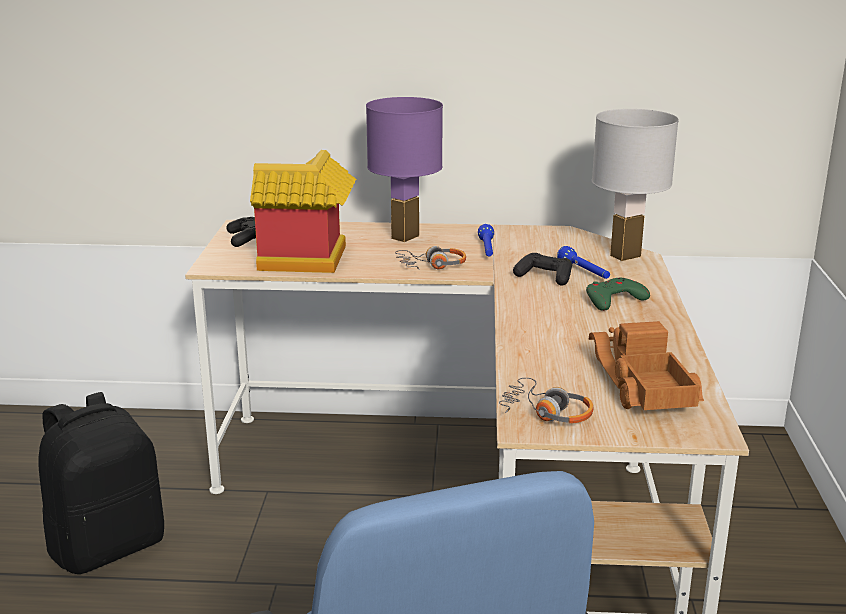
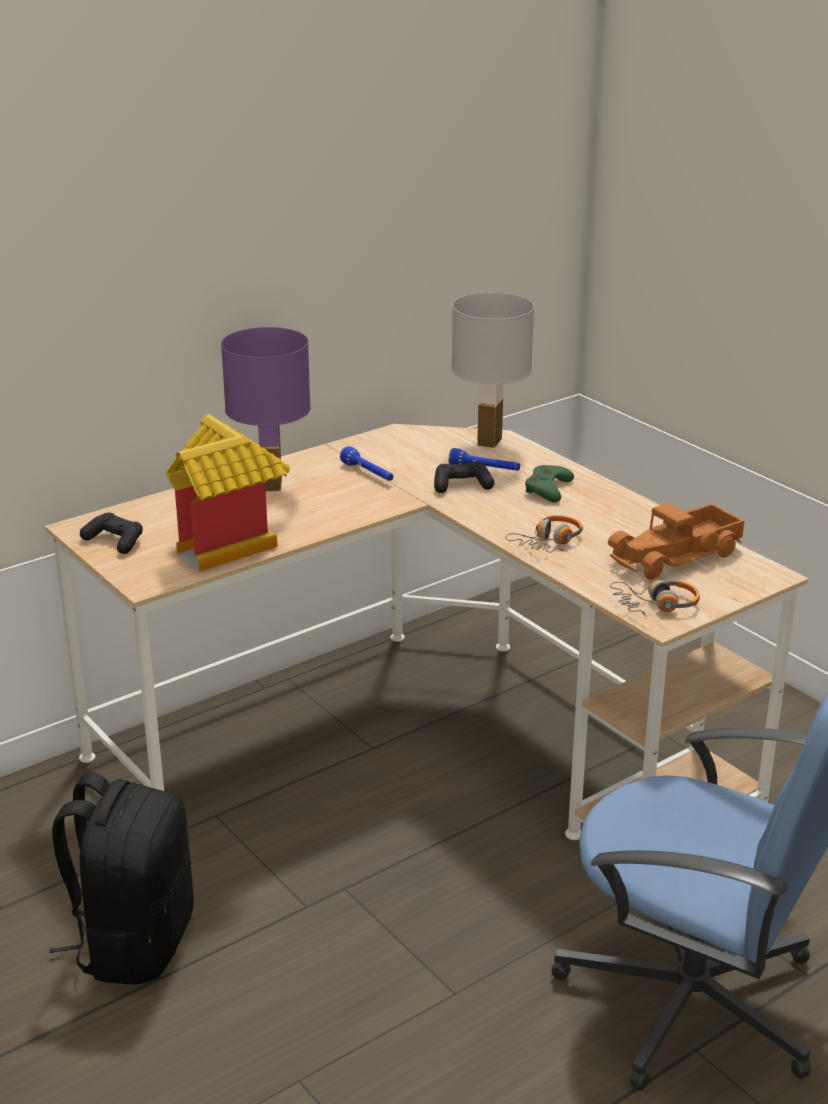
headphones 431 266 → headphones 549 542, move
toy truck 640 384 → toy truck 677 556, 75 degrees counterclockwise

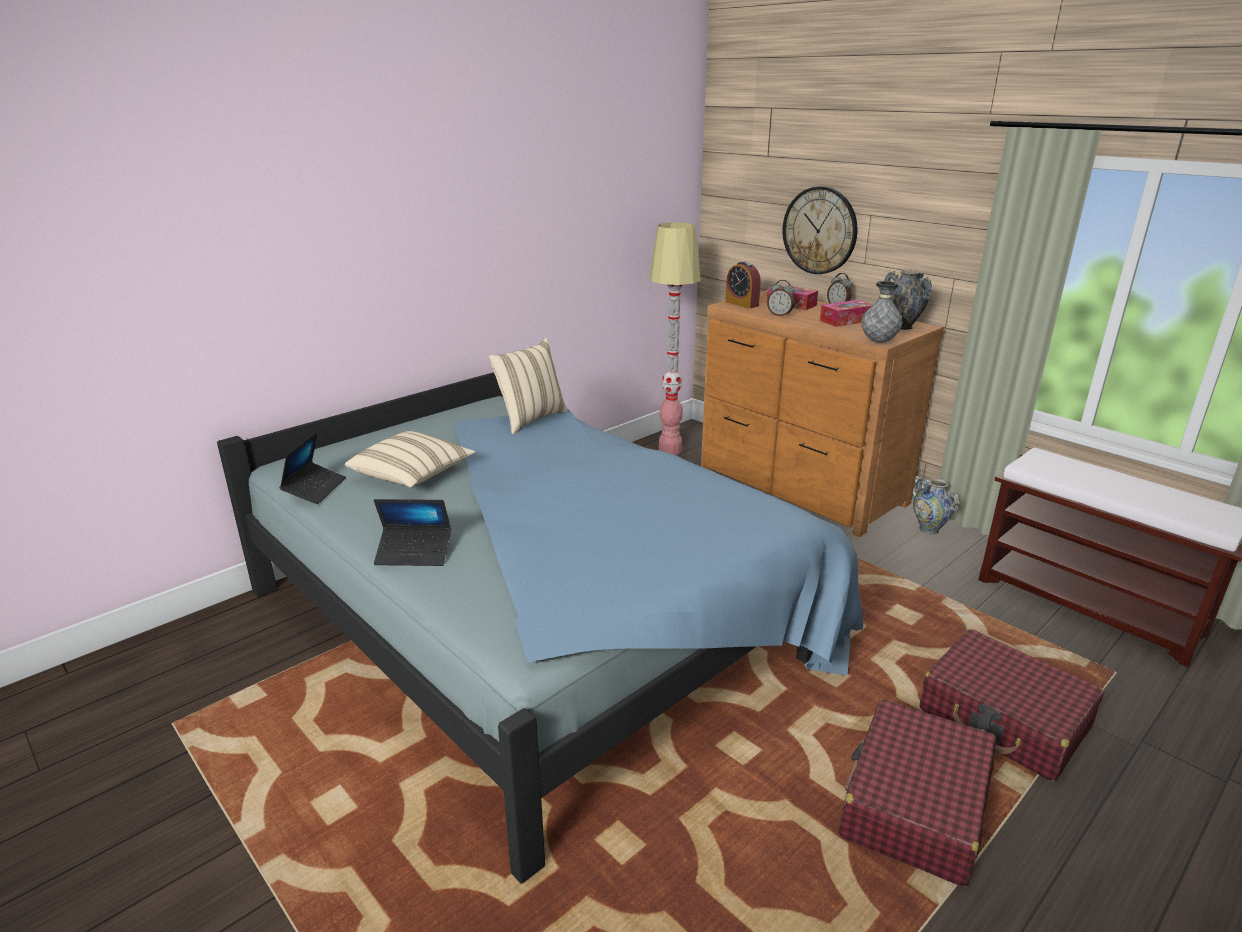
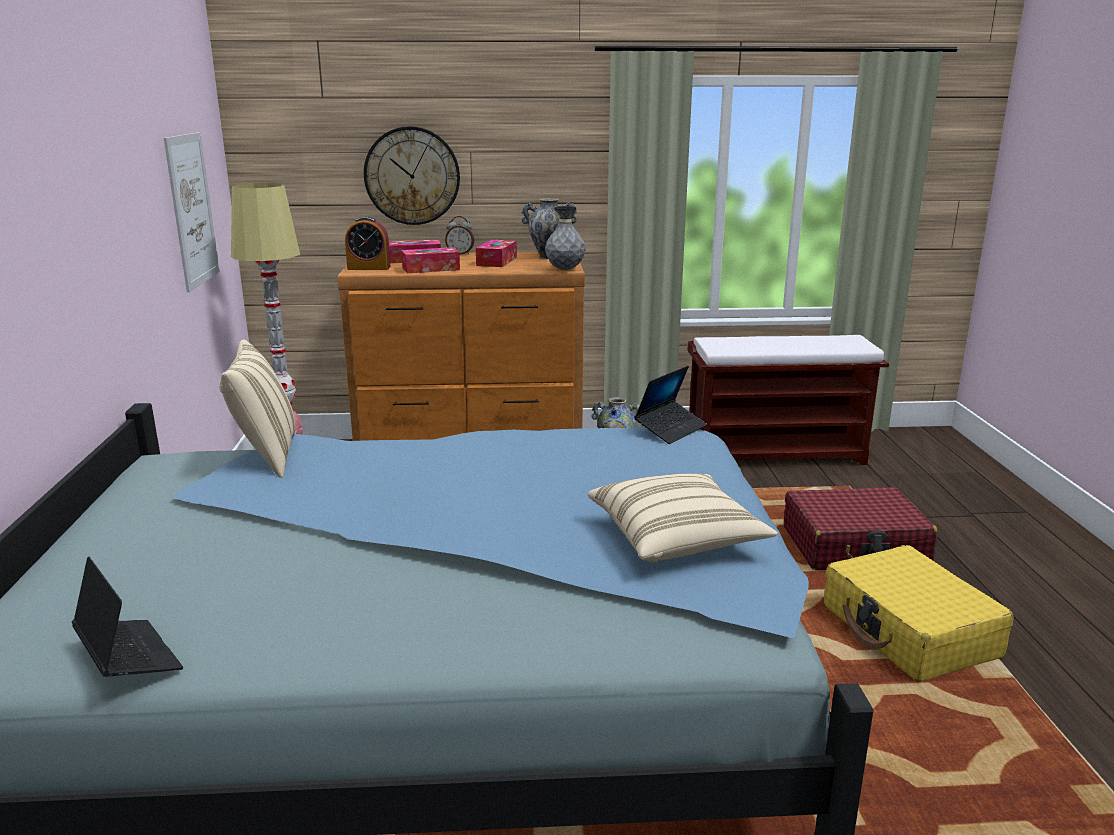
alarm clock 780 315 → tissue box 431 269
beige pillow 413 475 → beige pillow 677 539, move
laptop 414 553 → laptop 670 429, move
red suitcase 914 805 → yellow suitcase 909 631
- → picture 192 210

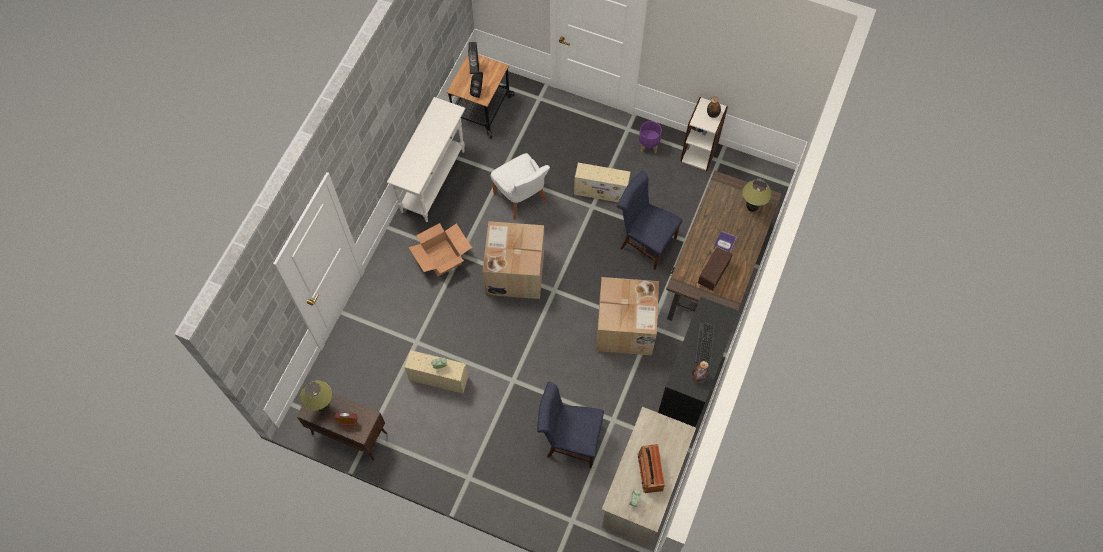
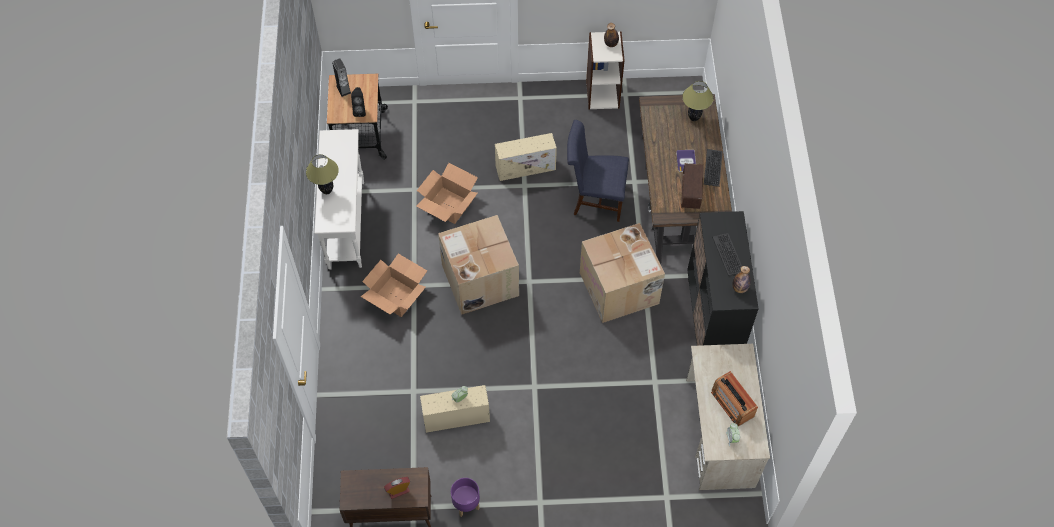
purple planter 648 145 → purple planter 466 504, move
white chair 521 198 → cardboard box 448 205
table lamp 323 406 → table lamp 327 190, move
blue chair 569 440 → -
- → keyboard 713 168

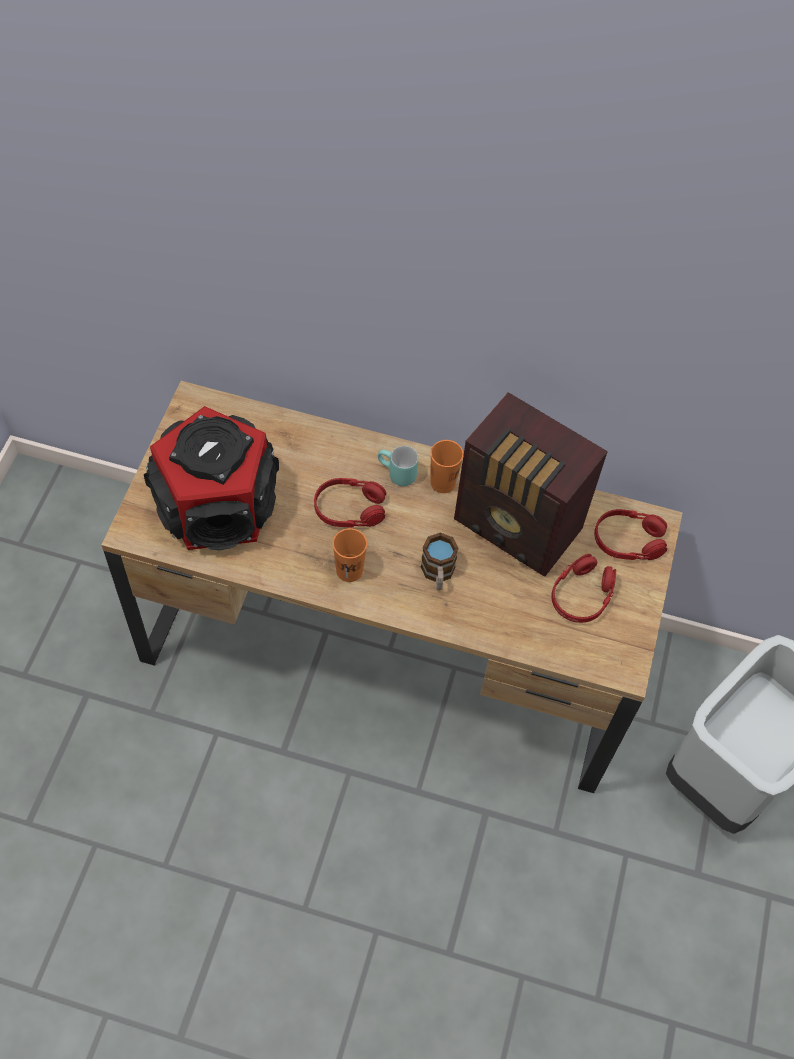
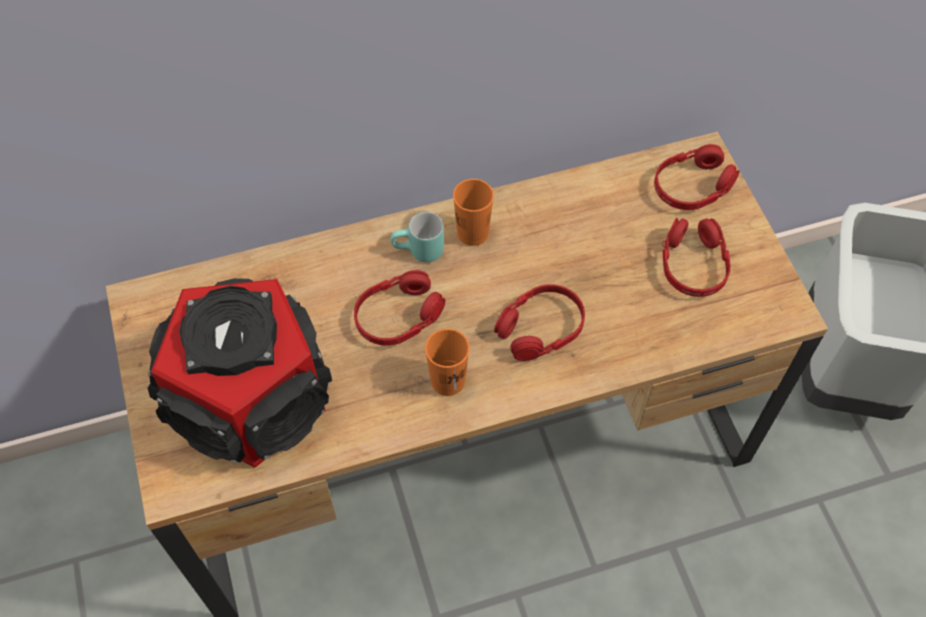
radio 518 528 → -
mug 438 574 → red headphones 540 329

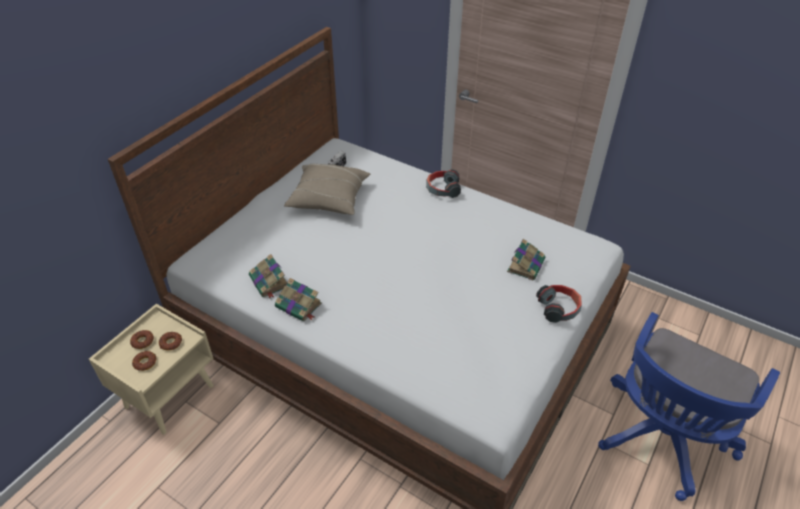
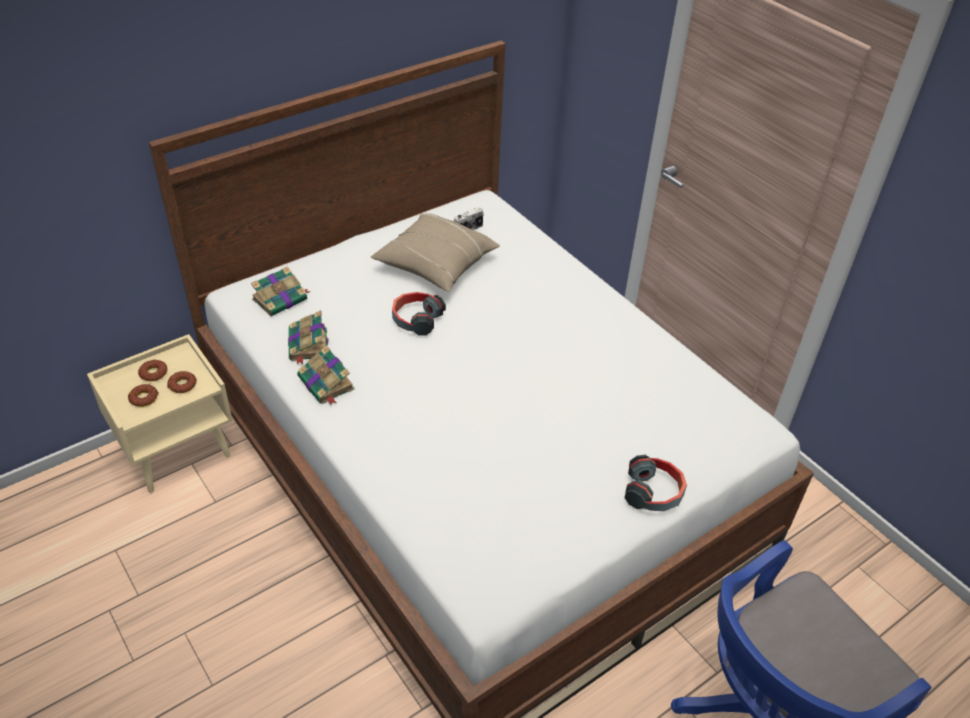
headphones 442 189 → headphones 416 320, move
book 526 265 → book 281 299, move

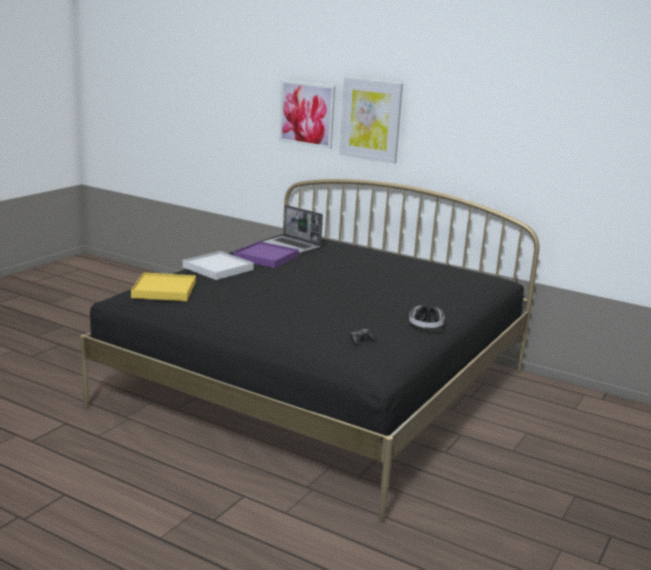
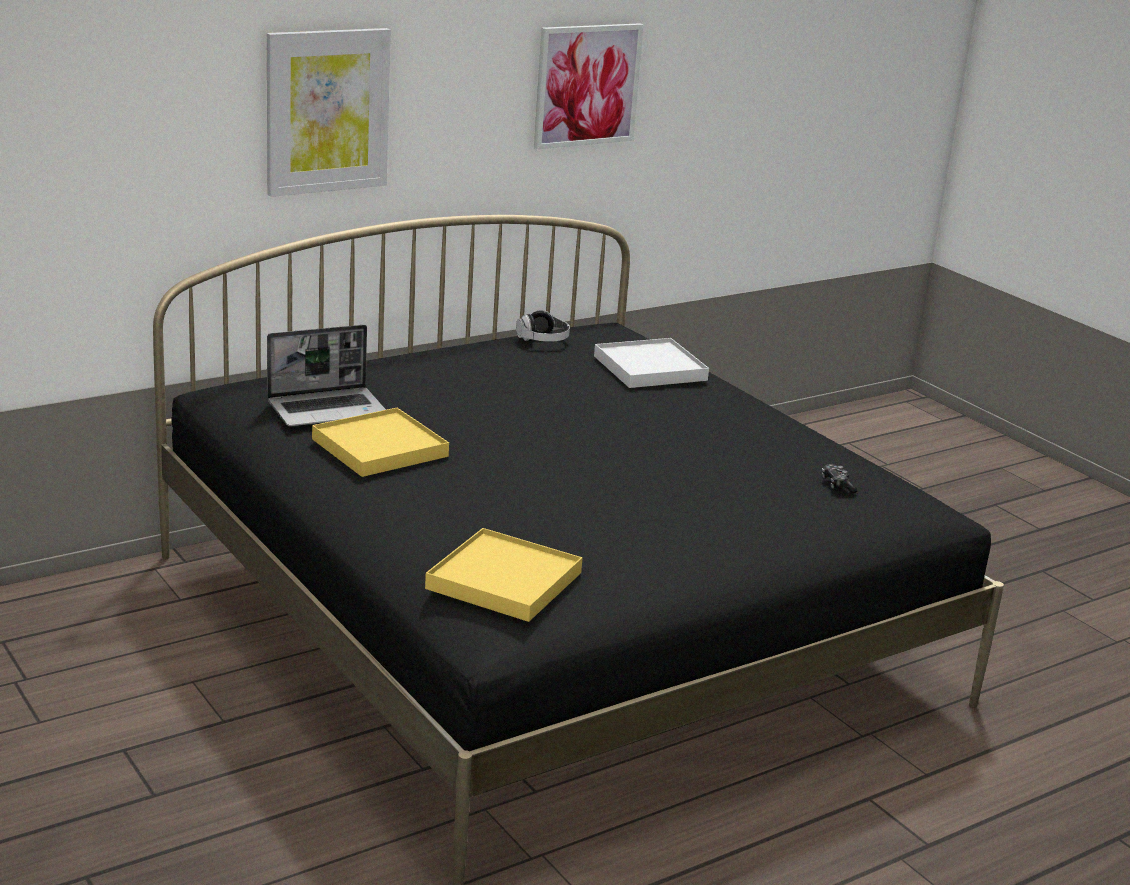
picture 307 114 → picture 587 85, move
purple tray 266 257 → yellow tray 380 447
white tray 218 268 → white tray 650 368, move
headphones 425 327 → headphones 543 341, move

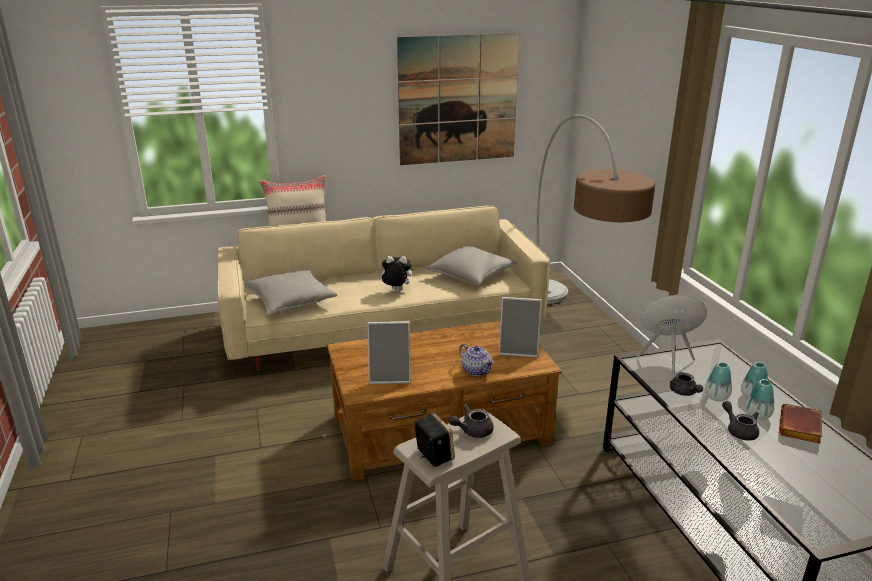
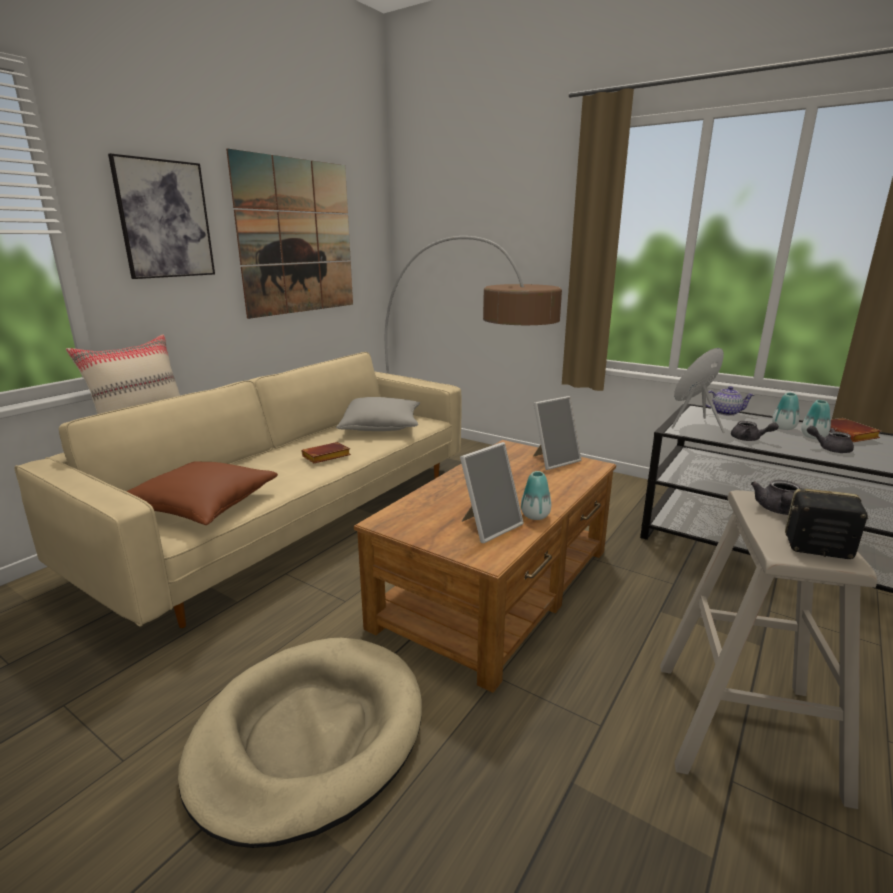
plush toy 396 290 → brown book 325 457
grey pillow 290 302 → brown pillow 202 506
teapot 476 370 → teapot 725 413, move
vase 716 397 → vase 535 516, move
- → picture 165 219
- → beige dog bed 308 737

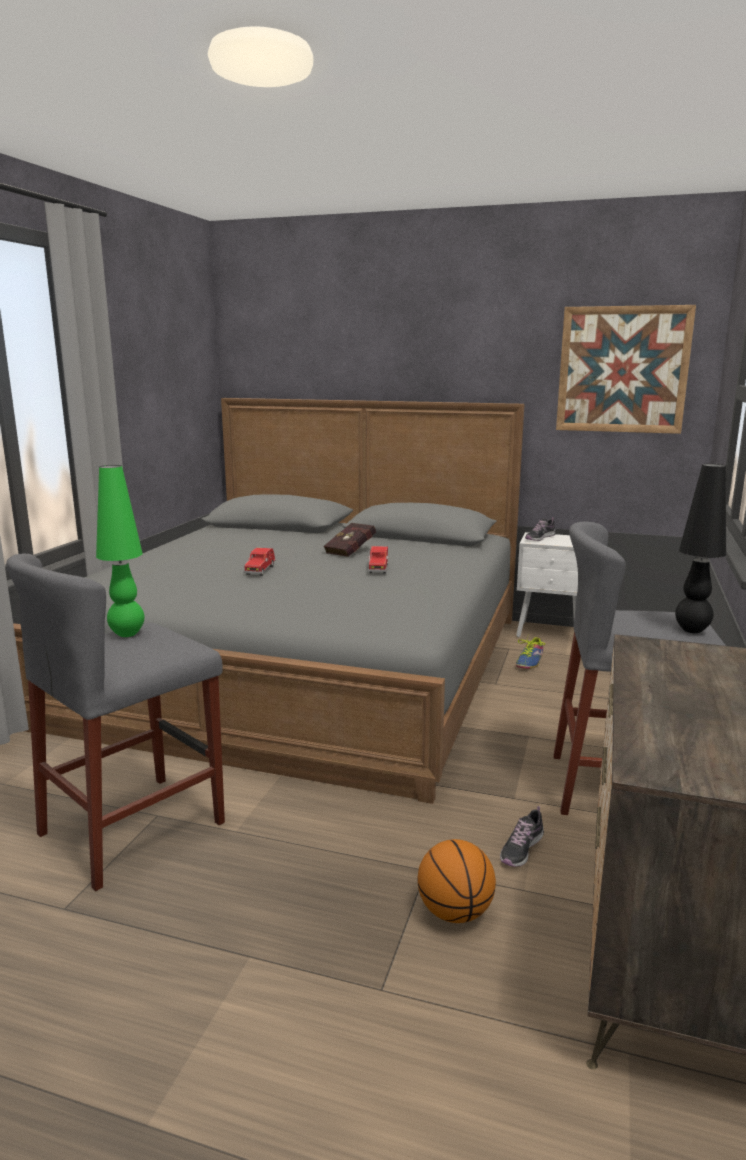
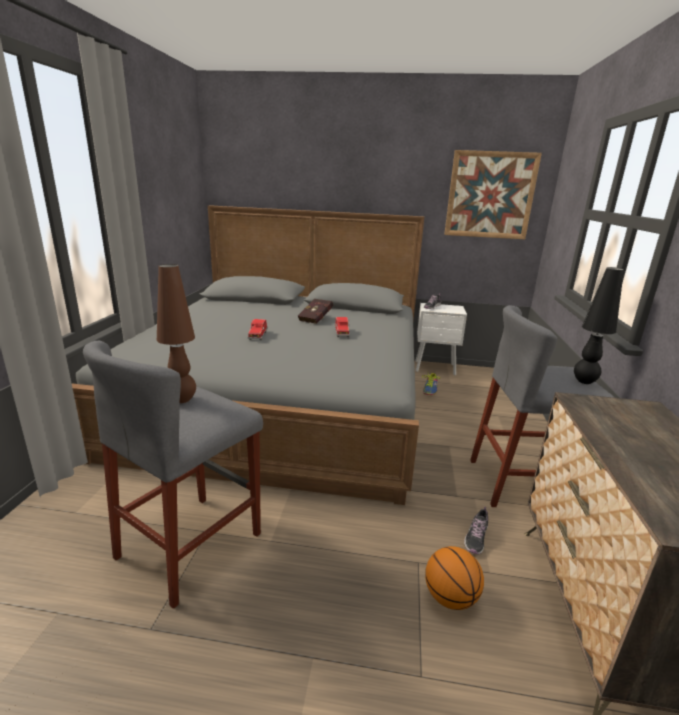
green table lamp 127 634 → brown table lamp 182 400

